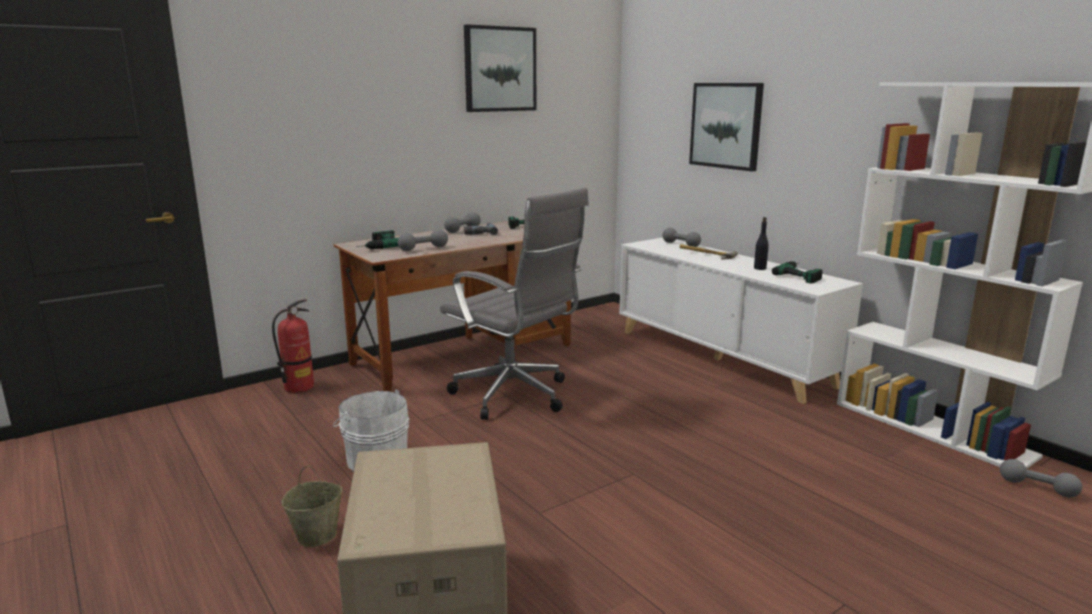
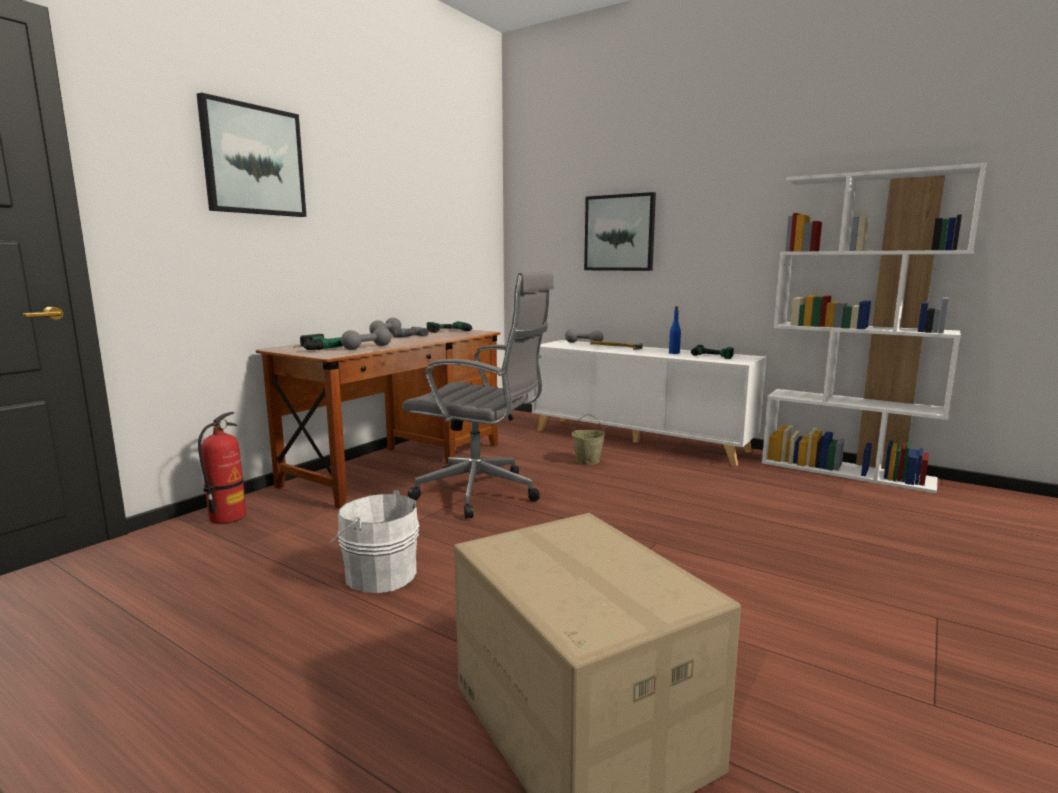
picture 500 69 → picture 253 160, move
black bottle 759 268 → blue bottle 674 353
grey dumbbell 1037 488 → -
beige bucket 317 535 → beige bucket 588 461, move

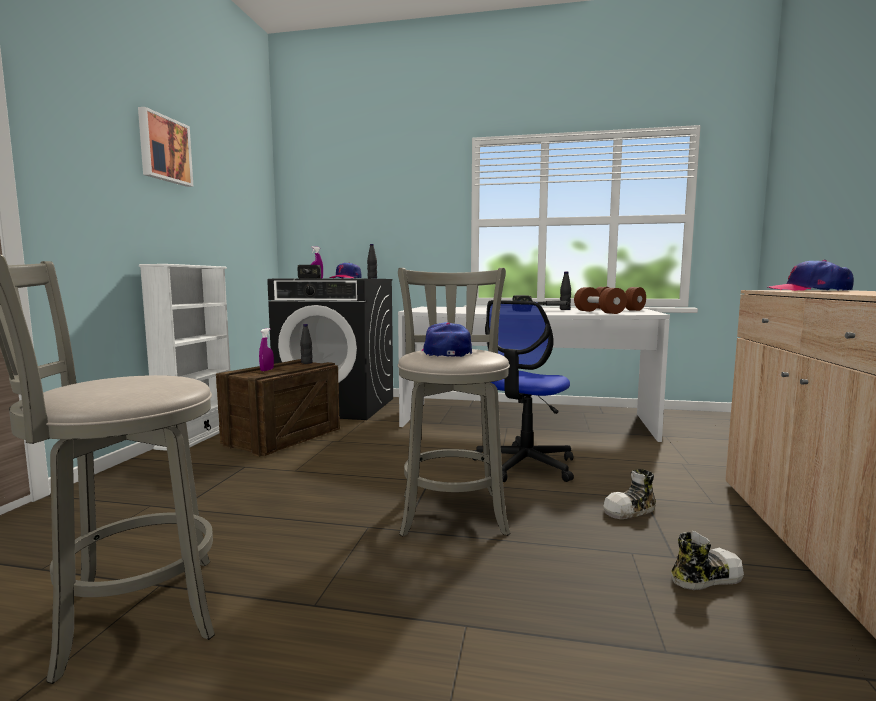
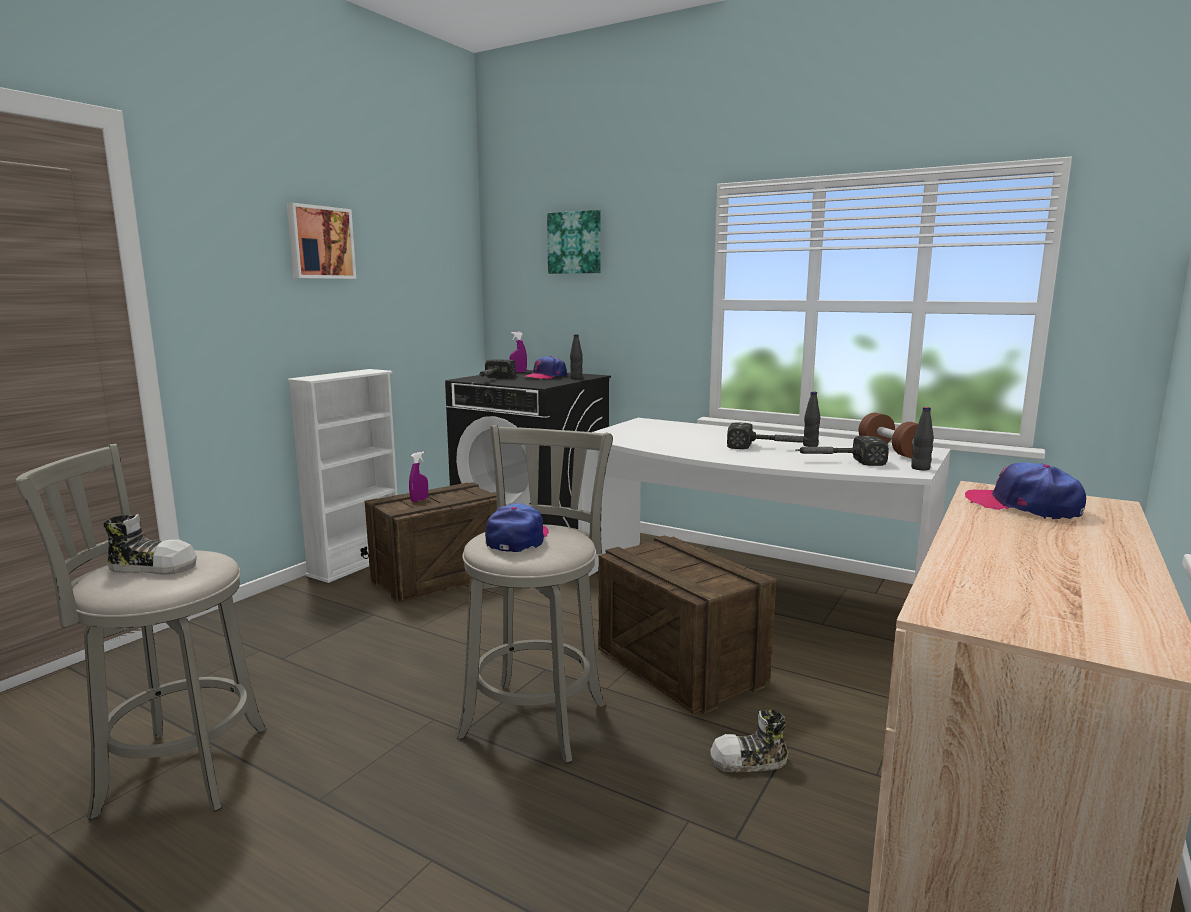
brown dumbbell 598 312 → hammer 837 461
office chair 525 465 → crate 679 666
black bottle 306 363 → black bottle 920 468, move
shoe 704 577 → shoe 153 567, move
- → picture 575 243

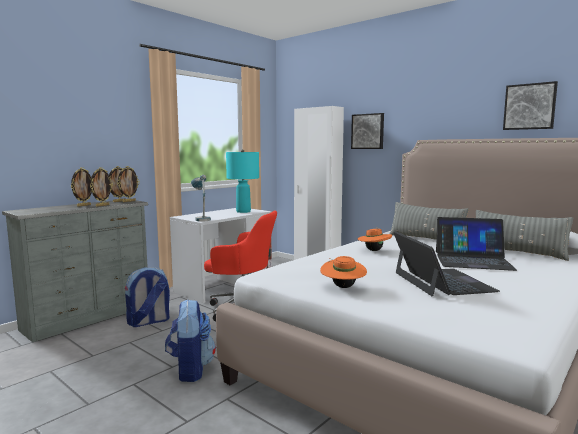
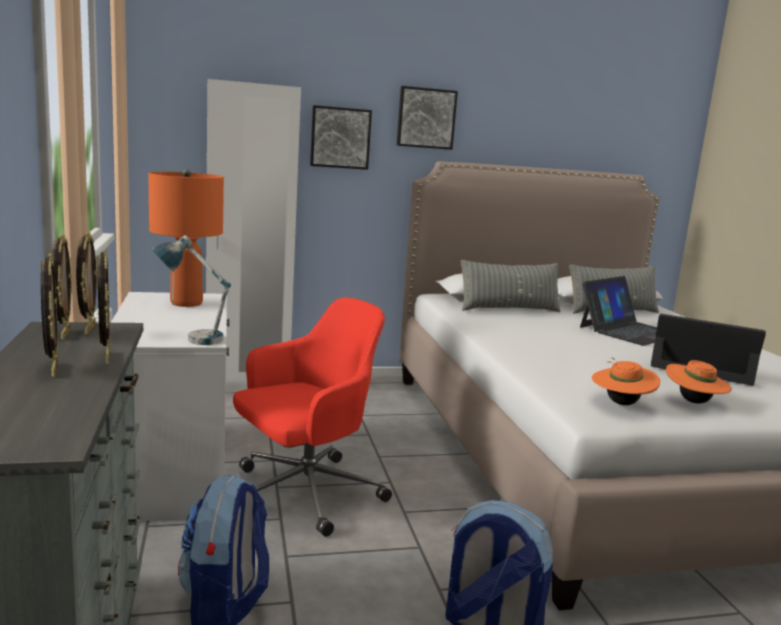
picture 529 106 → picture 426 118, move
turquoise table lamp 243 211 → orange table lamp 187 303
orange hat 374 250 → orange hat 621 403, move

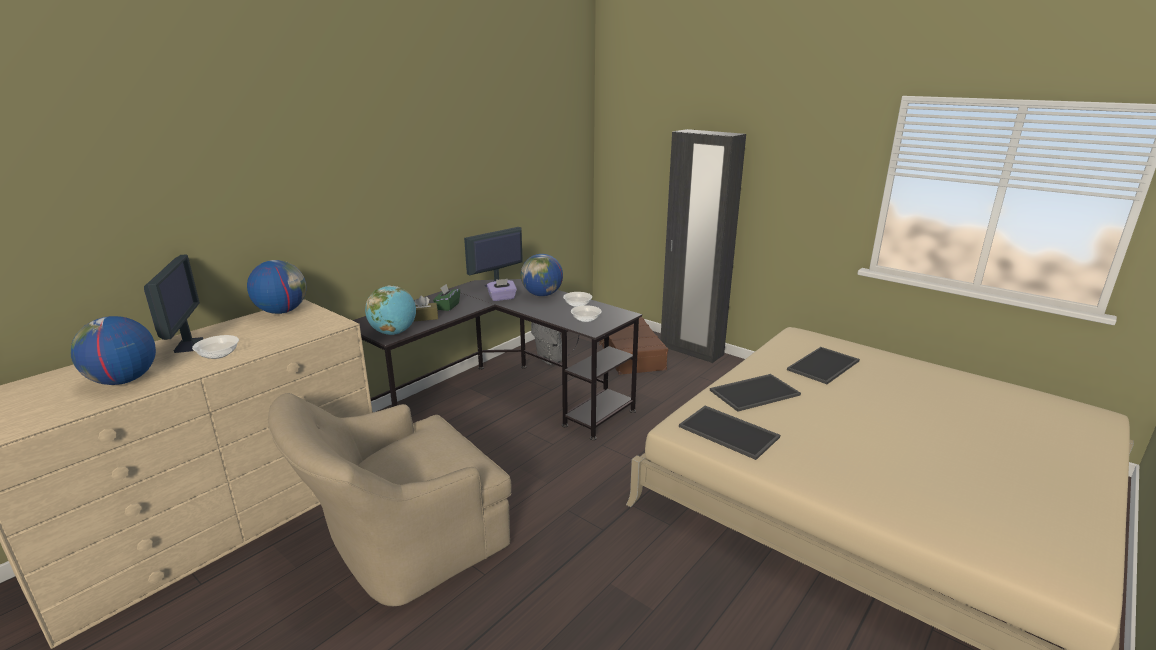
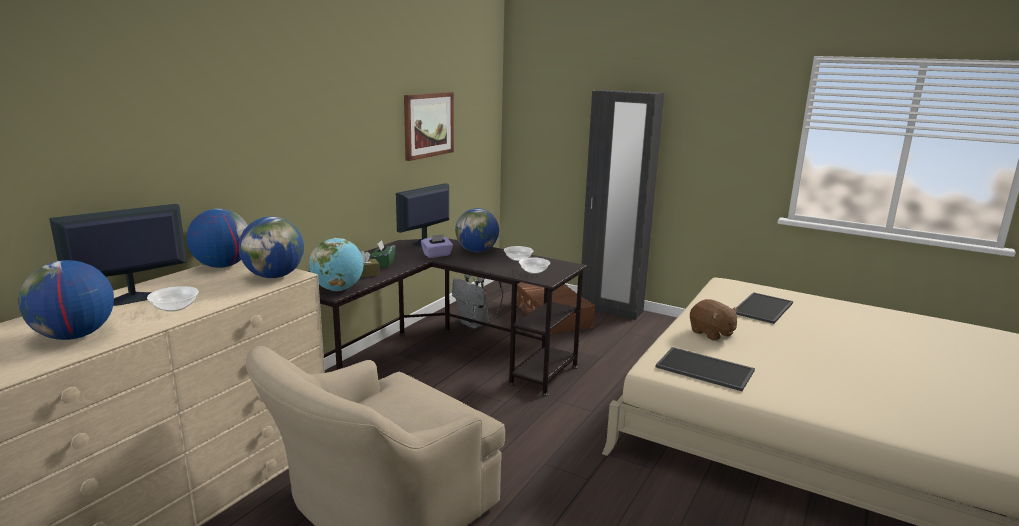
monitor 188 344 → monitor 131 299, 105 degrees counterclockwise
tray 754 392 → brown plush toy 711 333
- → picture 428 125
- → globe 274 276

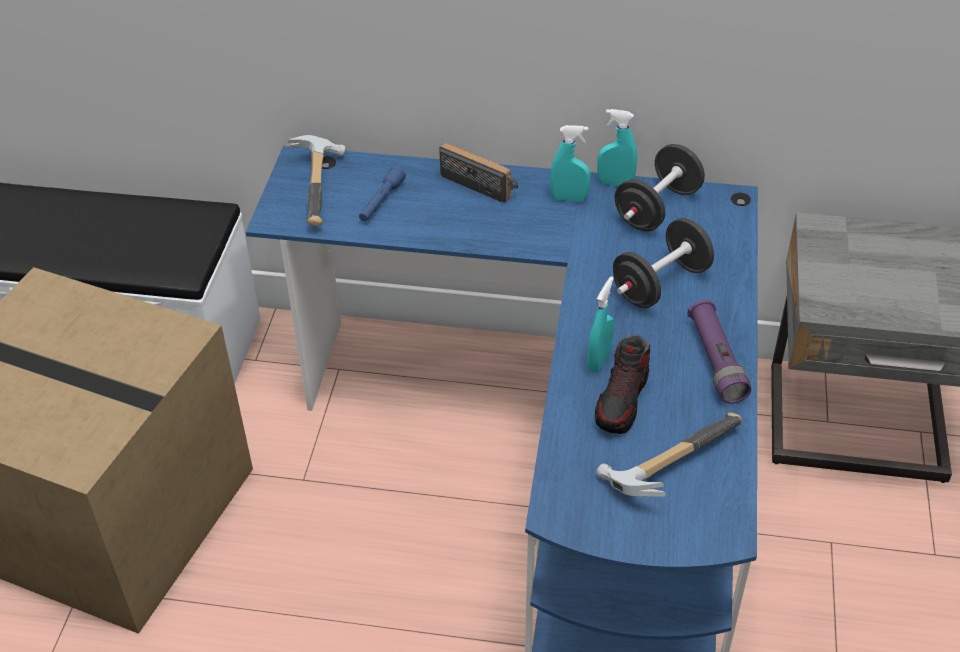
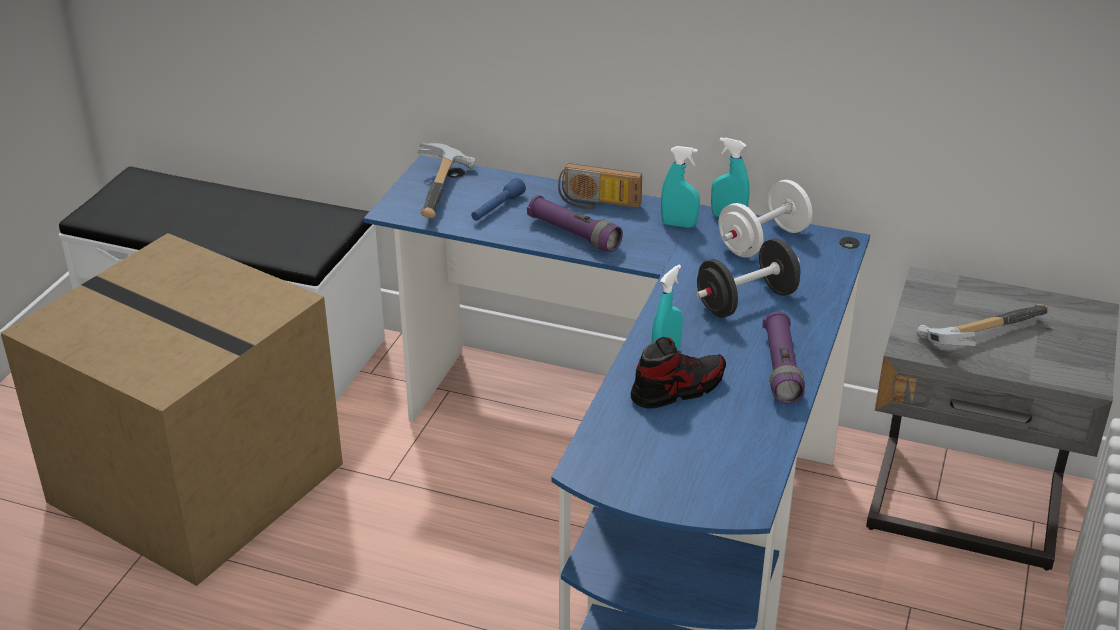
radio 481 183 → radio 598 204, 150 degrees clockwise
black dumbbell 657 208 → white dumbbell 763 241
shoe 622 401 → shoe 677 389, 150 degrees counterclockwise
hammer 667 462 → hammer 979 334, move
- → purple flashlight 574 234

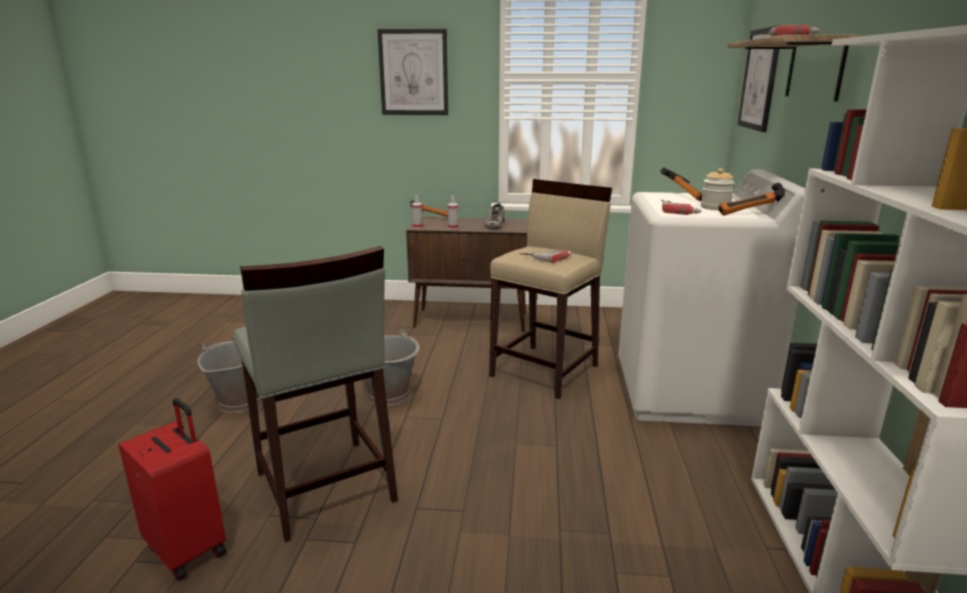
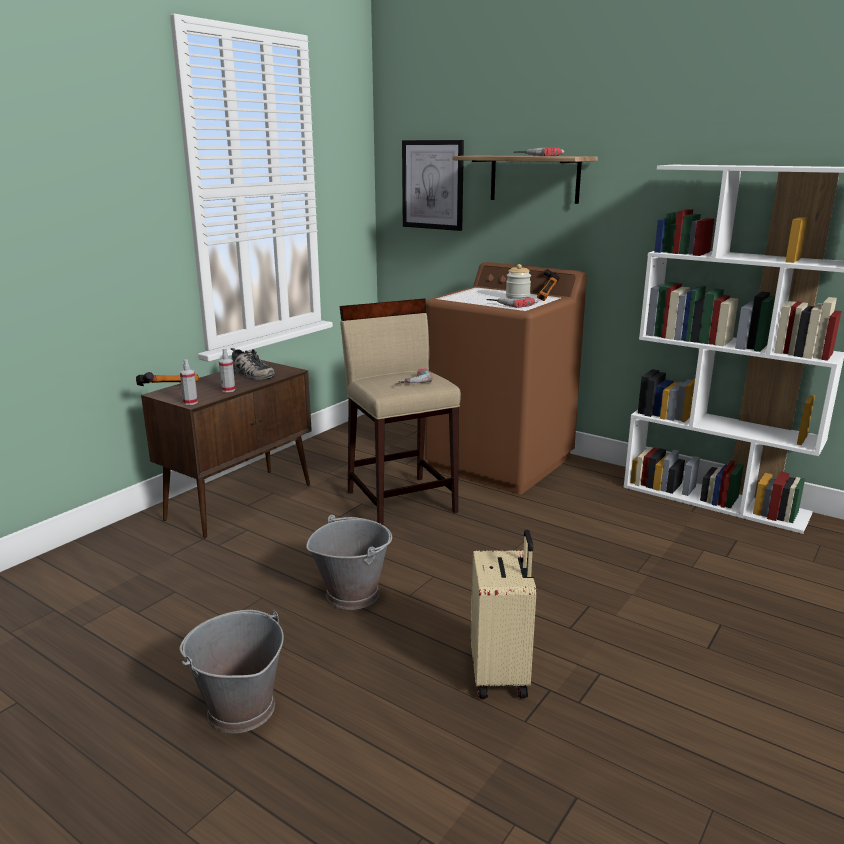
picture 414 72 → -
hammer 686 196 → -
white washing machine 688 392 → brown washing machine 500 462
grey stool 324 488 → beige suitcase 501 675
red suitcase 188 549 → -

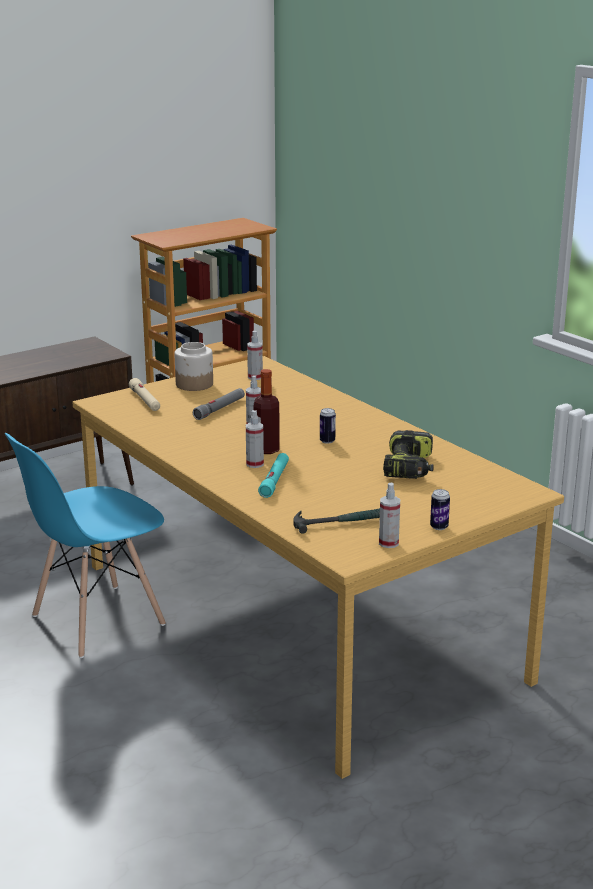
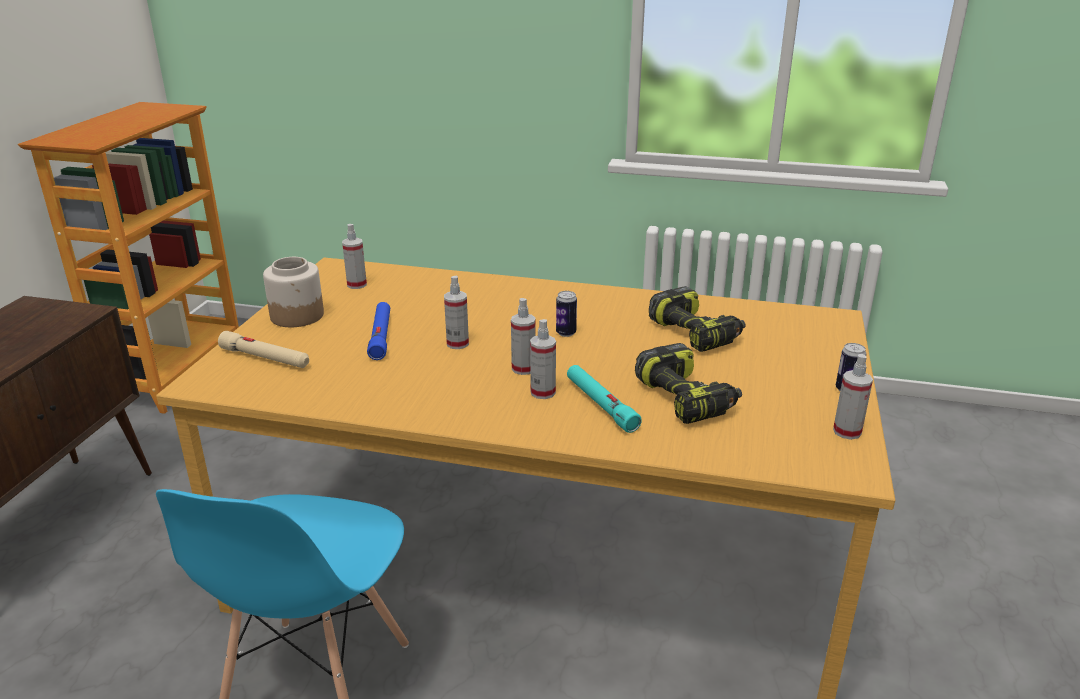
bottle 266 450 → spray bottle 523 368
grey flashlight 220 409 → blue flashlight 381 336
hammer 340 523 → -
- → power drill 687 399

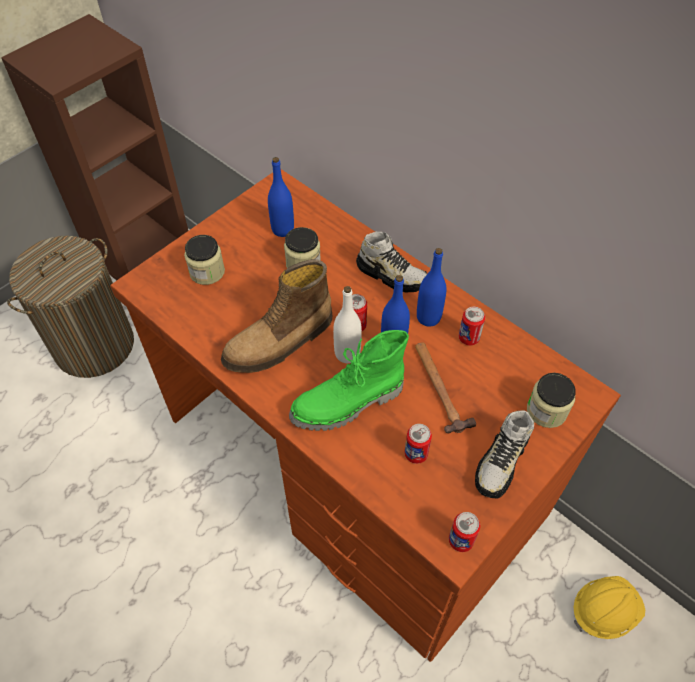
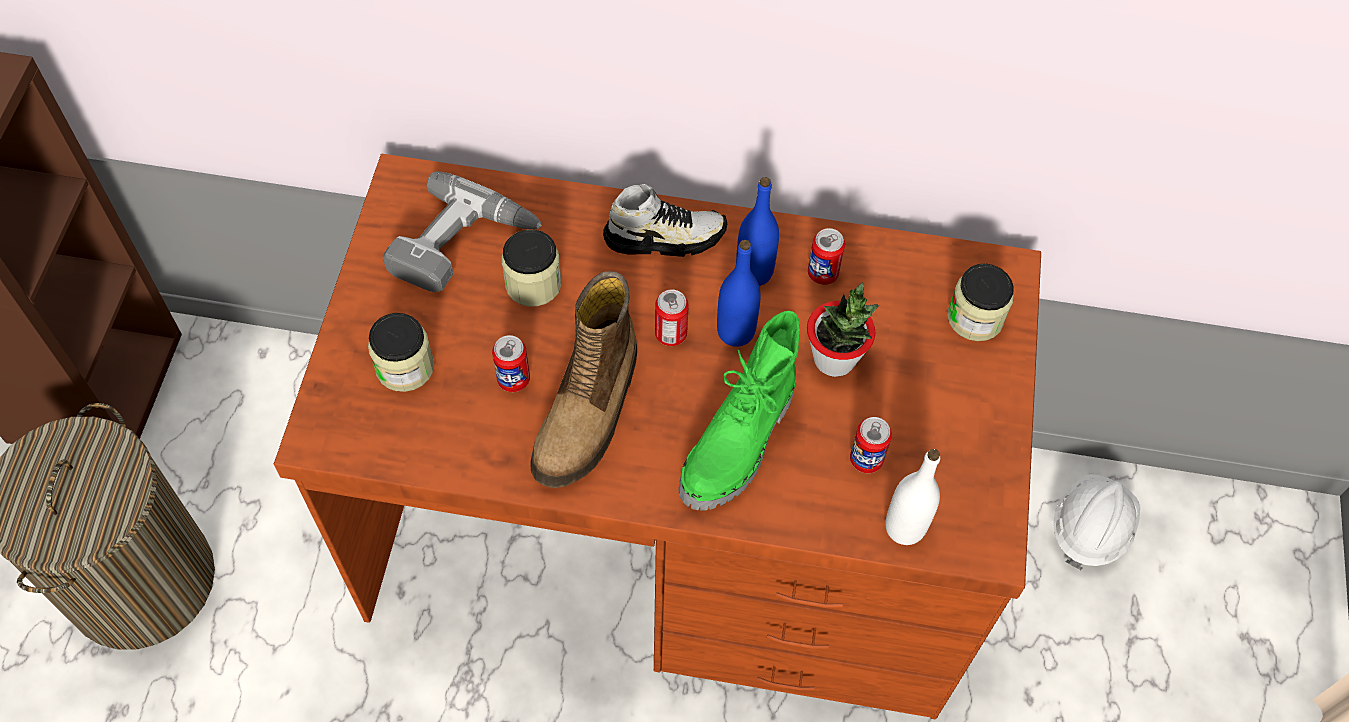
blue bottle 282 229 → power drill 464 247
white bottle 347 353 → white bottle 905 527, move
hammer 440 388 → potted plant 834 359
shoe 501 462 → -
can 461 540 → can 513 379, move
yellow hard hat 604 611 → white hard hat 1090 528

